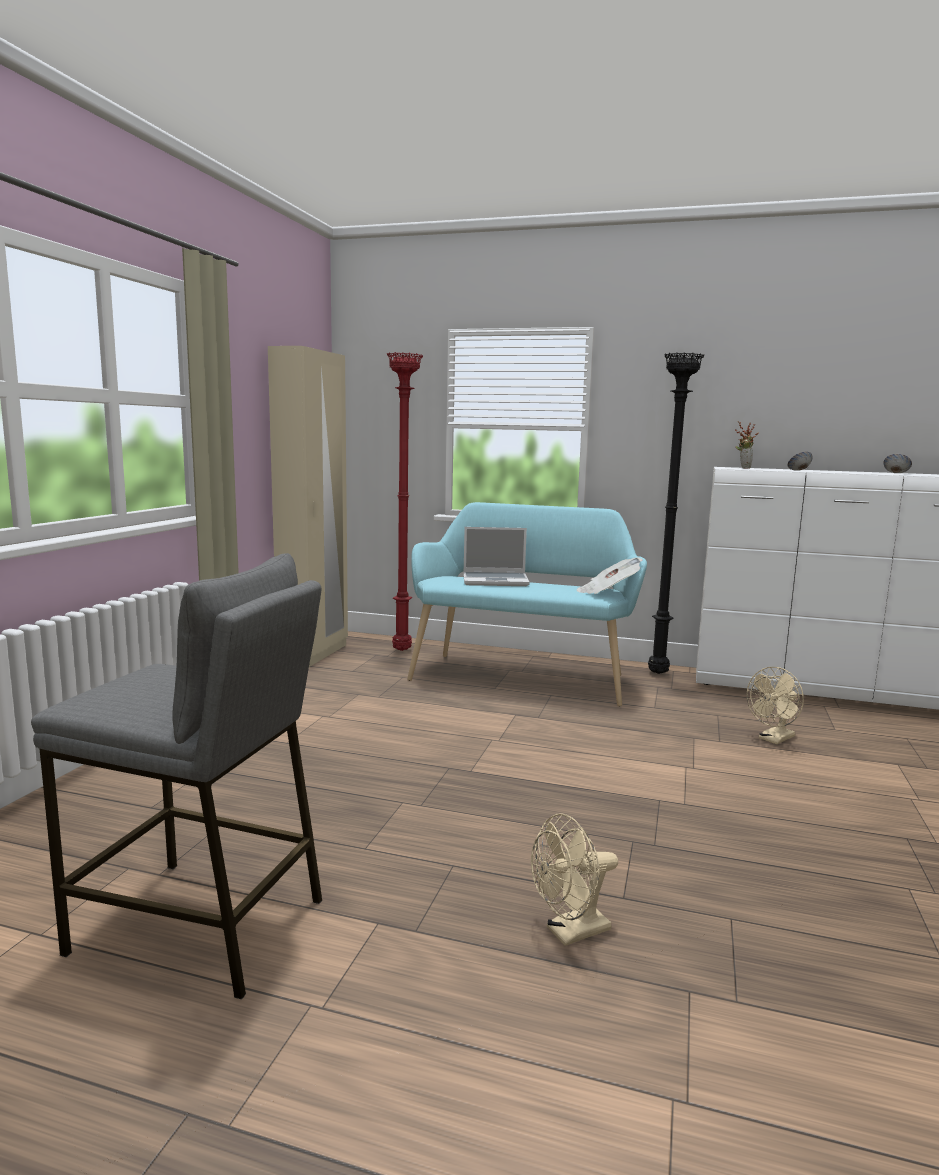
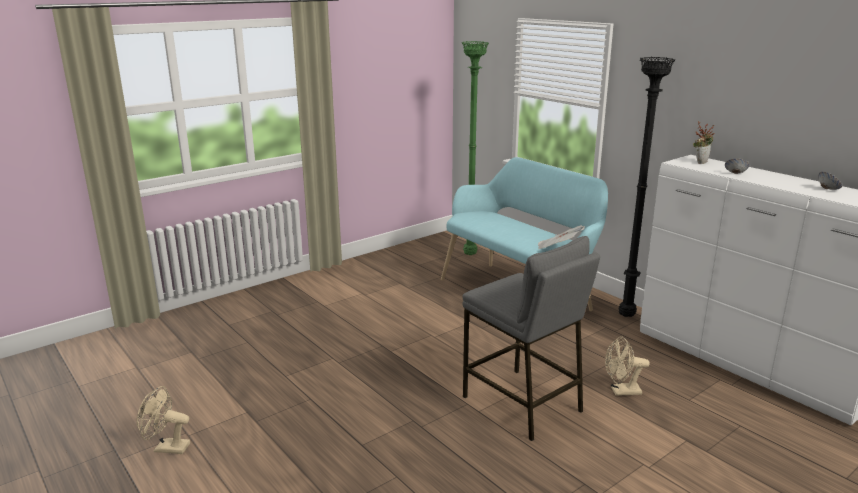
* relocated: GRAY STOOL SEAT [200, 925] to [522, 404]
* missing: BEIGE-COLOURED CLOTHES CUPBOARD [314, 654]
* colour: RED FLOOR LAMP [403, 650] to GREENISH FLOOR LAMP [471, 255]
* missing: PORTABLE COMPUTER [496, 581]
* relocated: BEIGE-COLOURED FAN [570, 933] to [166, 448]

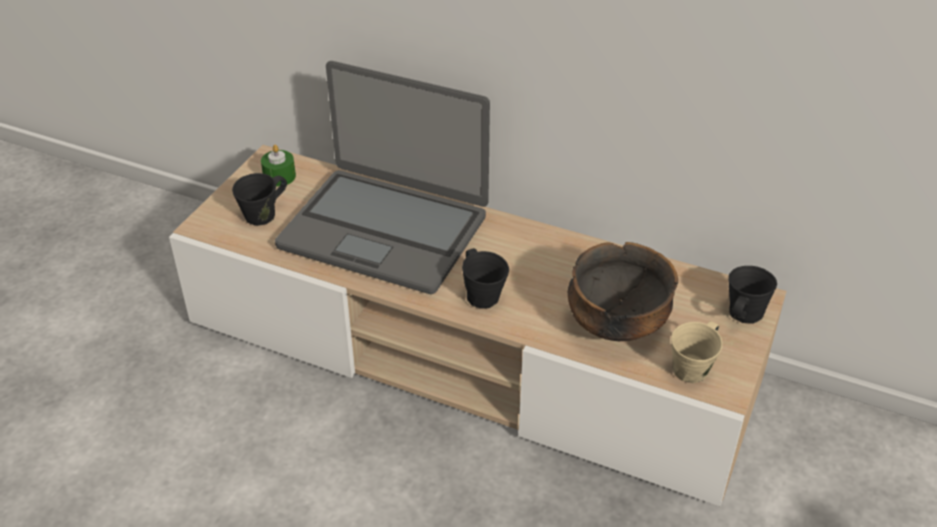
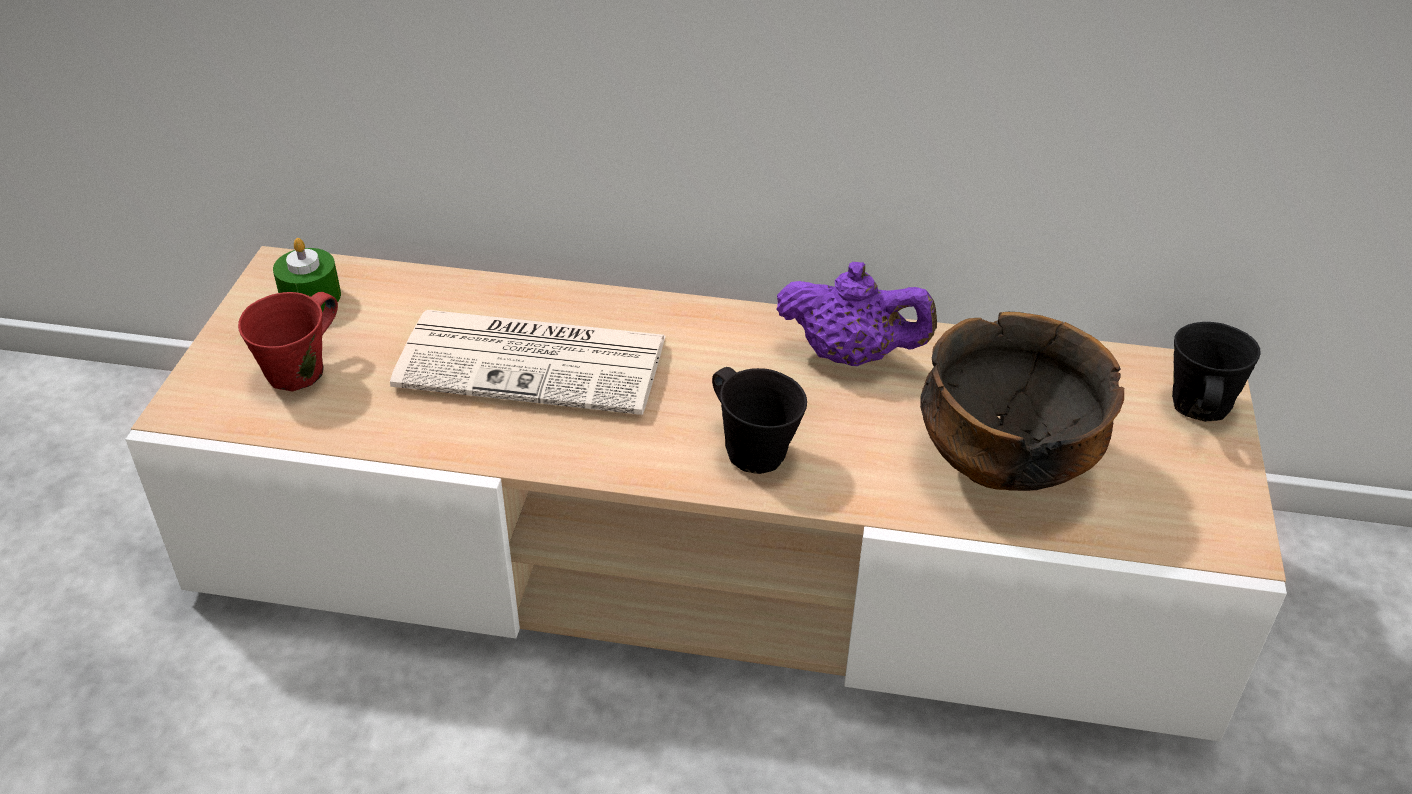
* colour: BLACK TEA MUG [262, 216] to RED TEA MUG [299, 371]
* exchanged: PORTABLE COMPUTER [385, 230] to PRINTED PAPER [536, 362]
* missing: BEIGE-COLOURED TEA MUG [692, 369]
* appeared: PURPLE-COLOURED TEA POT [851, 356]

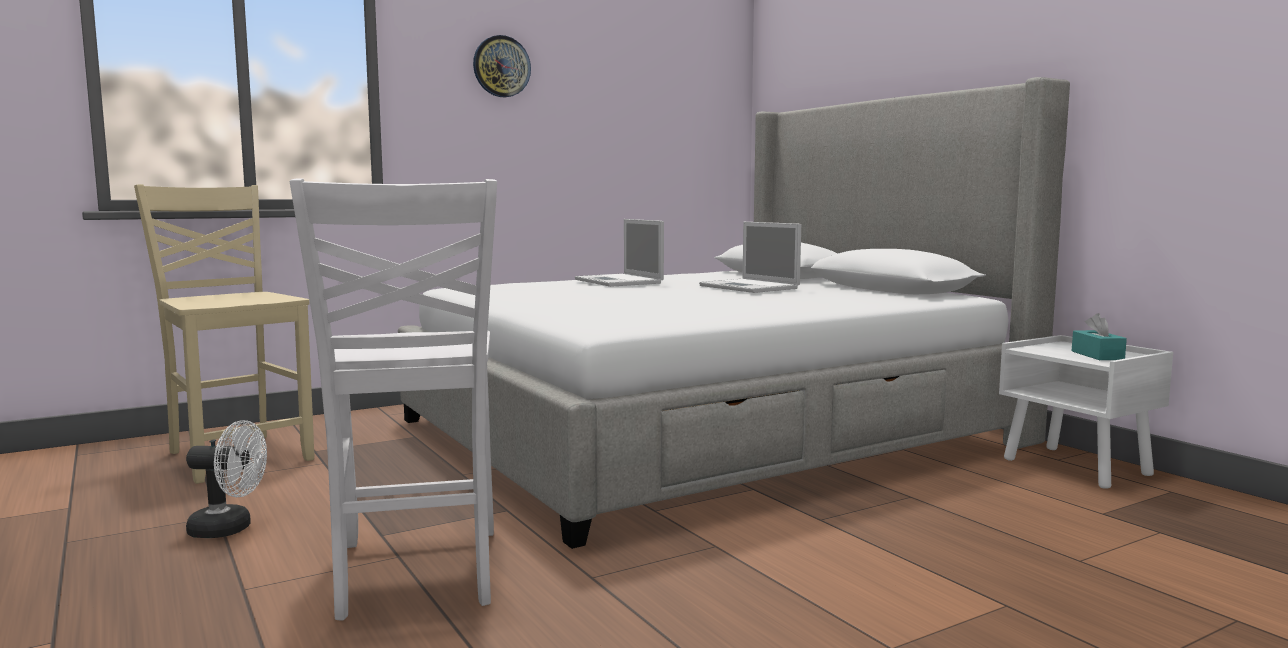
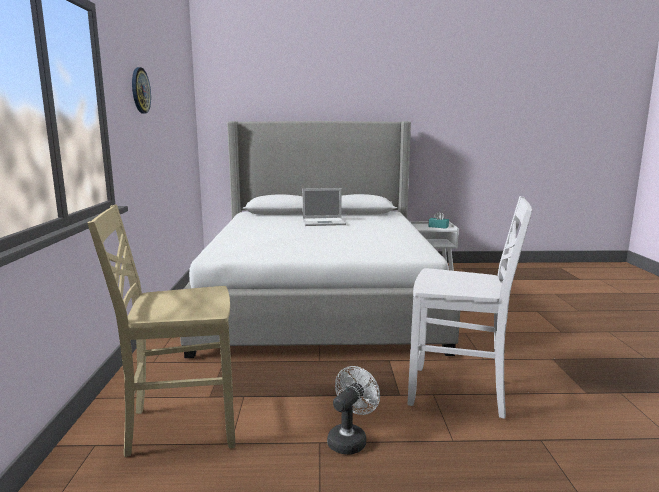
* missing: PORTABLE COMPUTER [619, 281]

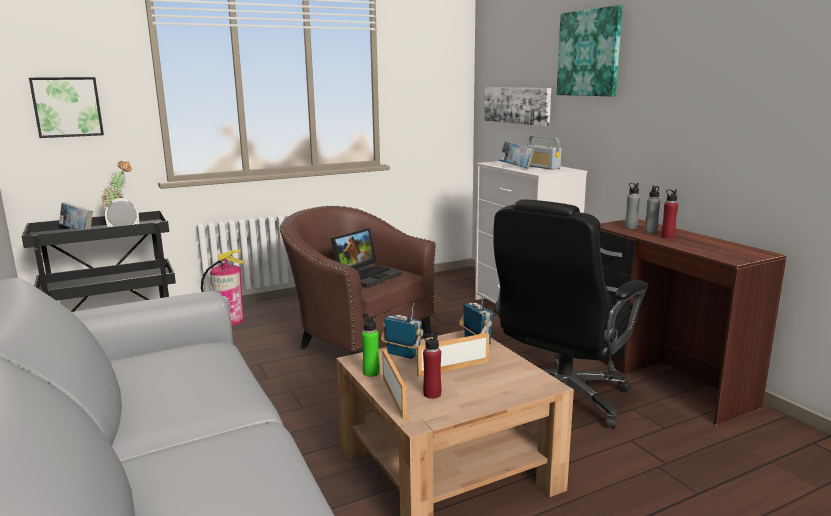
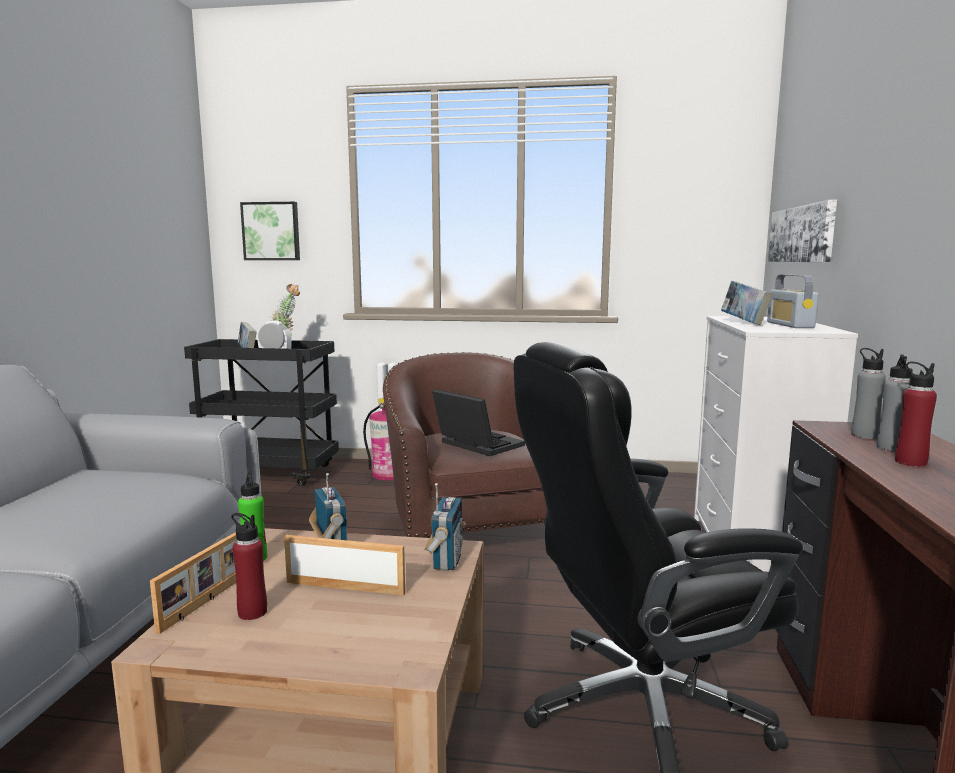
* spun: PORTABLE COMPUTER [367, 275] = [475, 445] 120 degrees counterclockwise
* missing: WALL PICTURE [589, 53]

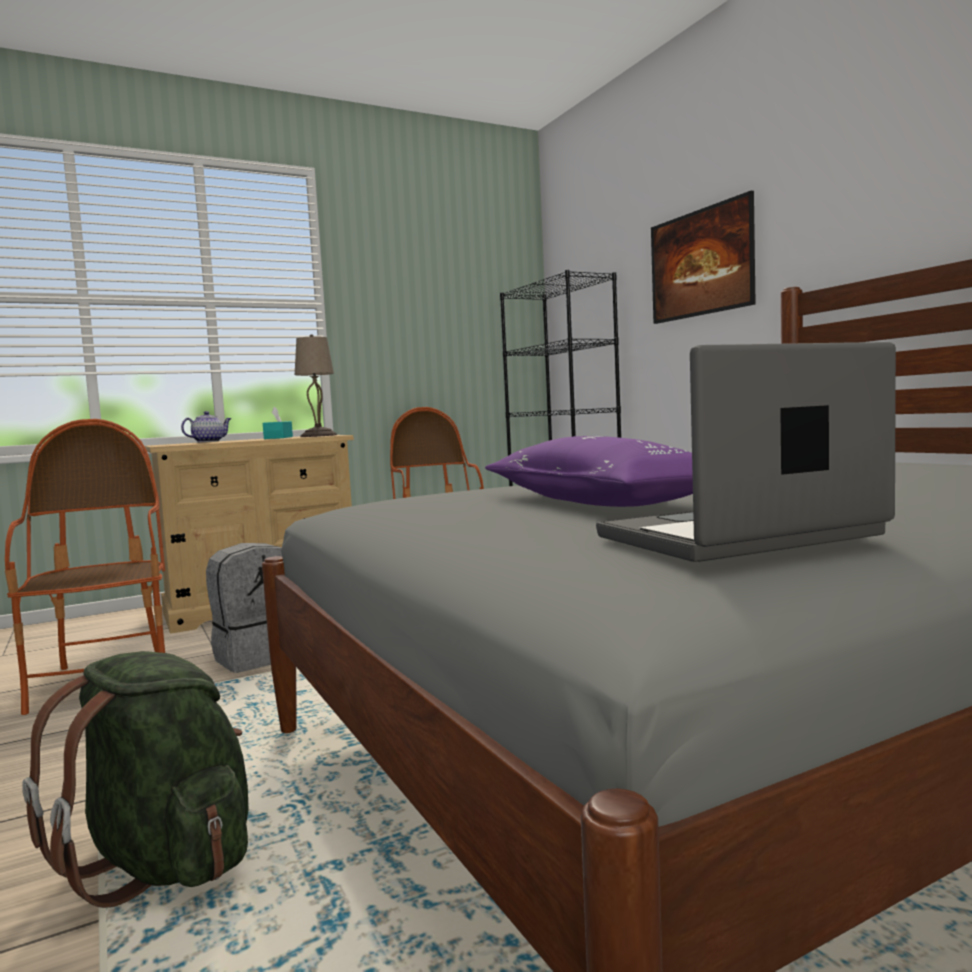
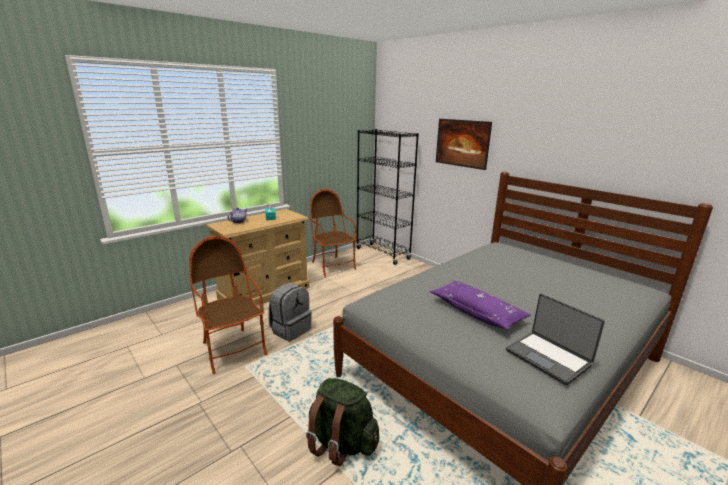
* missing: BEIGE-COLOURED TABLE LAMP [319, 436]
* spun: PORTABLE COMPUTER [740, 537] = [548, 357] 90 degrees counterclockwise

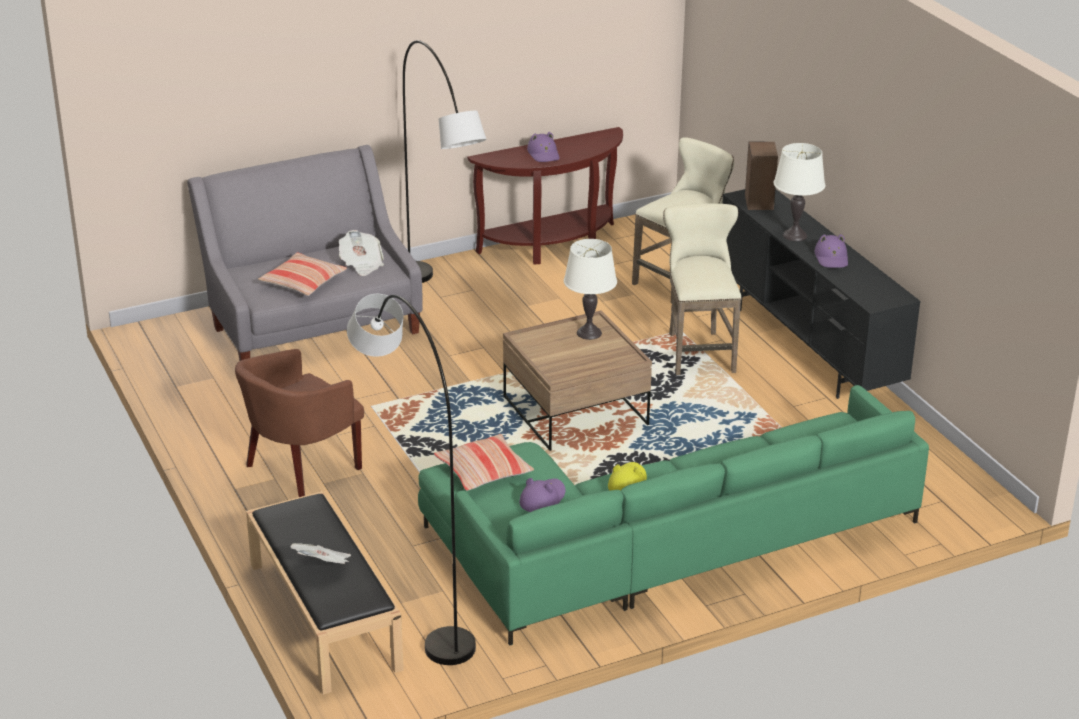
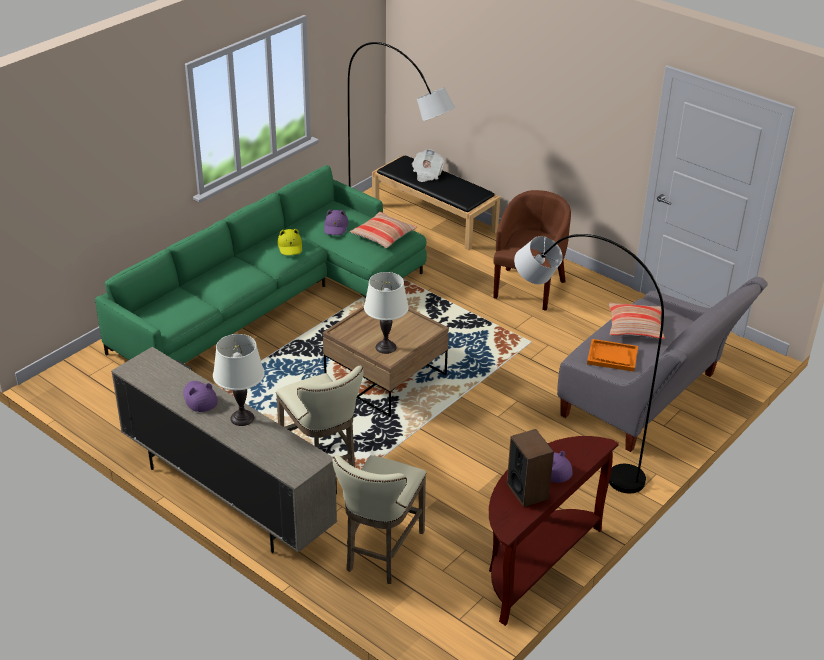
* exchanged: PRINTED PAPER [361, 264] to ORANGEY SERVING TRAY [612, 356]
* colour: BLACK MEDIA CONSOLE [808, 348] to BEIGE-COLOURED MEDIA CONSOLE [226, 496]
* relocated: AUDIO SPEAKER [758, 202] to [527, 491]

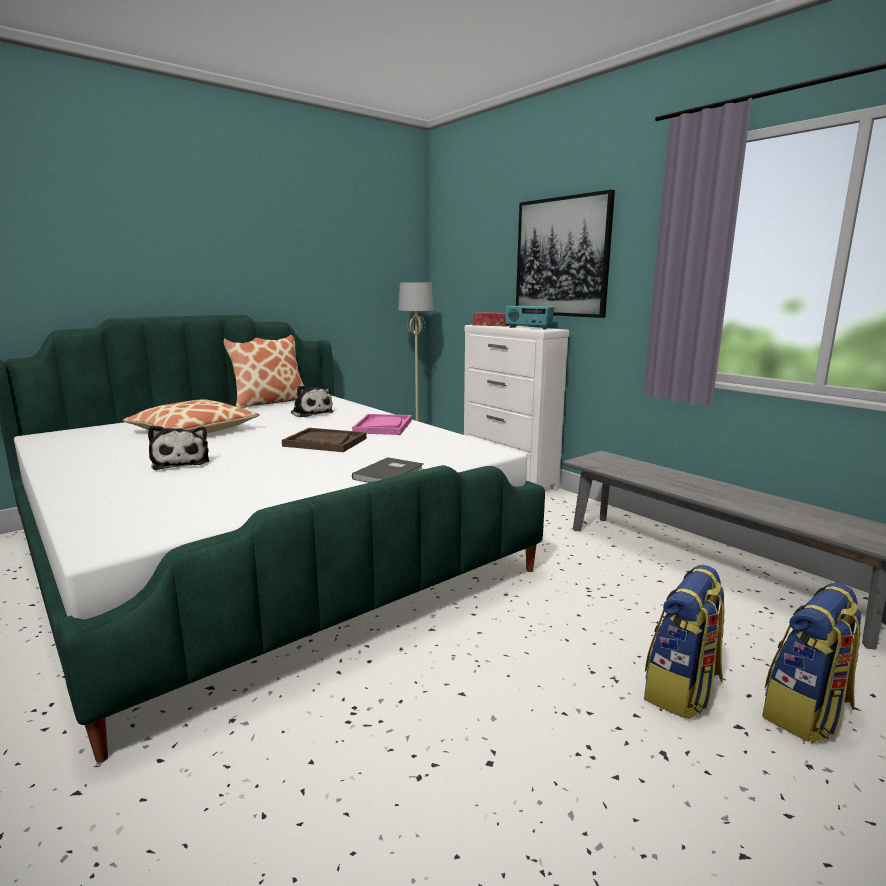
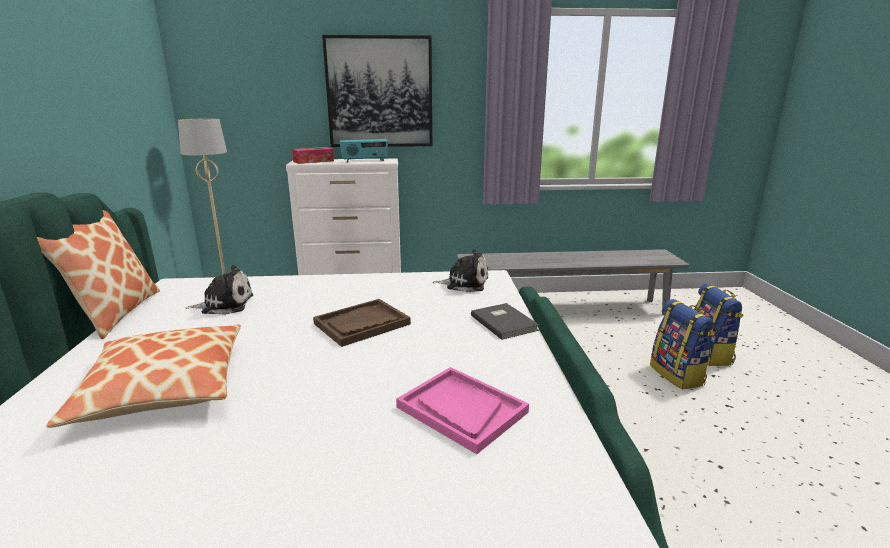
* relocated: SOFT TOY [181, 462] to [464, 283]
* relocated: PINKISH SERVING TRAY [383, 426] to [461, 410]

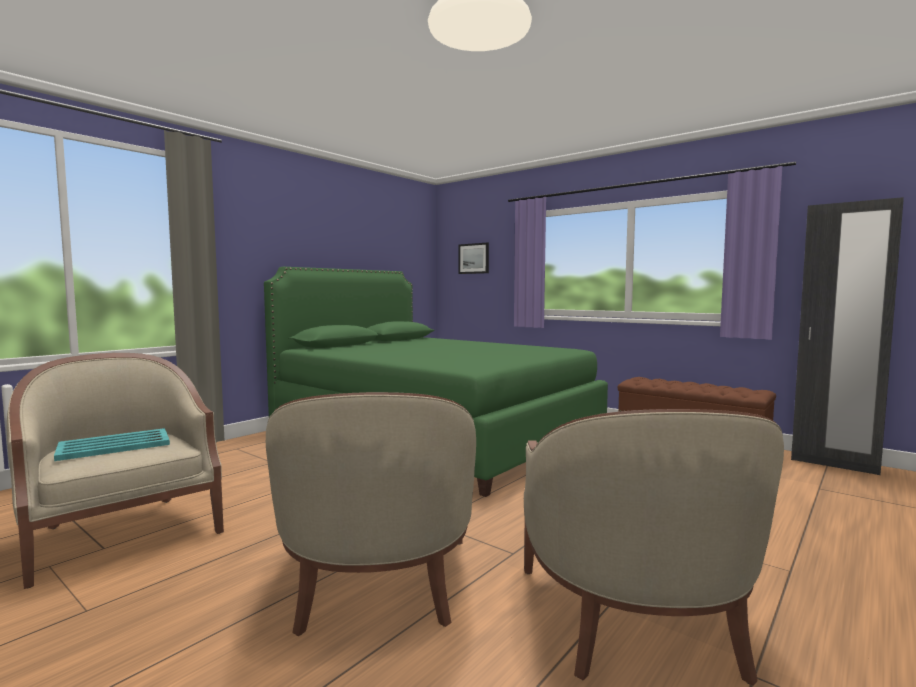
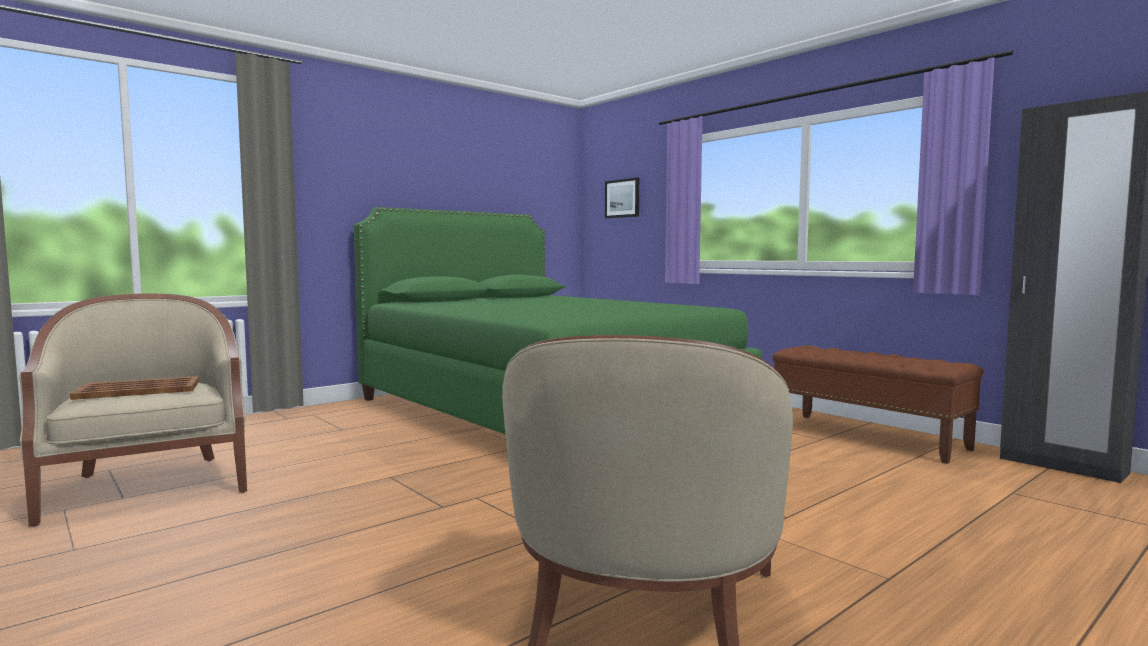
* colour: BLUE-GREEN SERVING TRAY [115, 445] to BROWNISH SERVING TRAY [140, 389]
* missing: BEIGE-COLOURED ARMCHAIR [376, 582]

